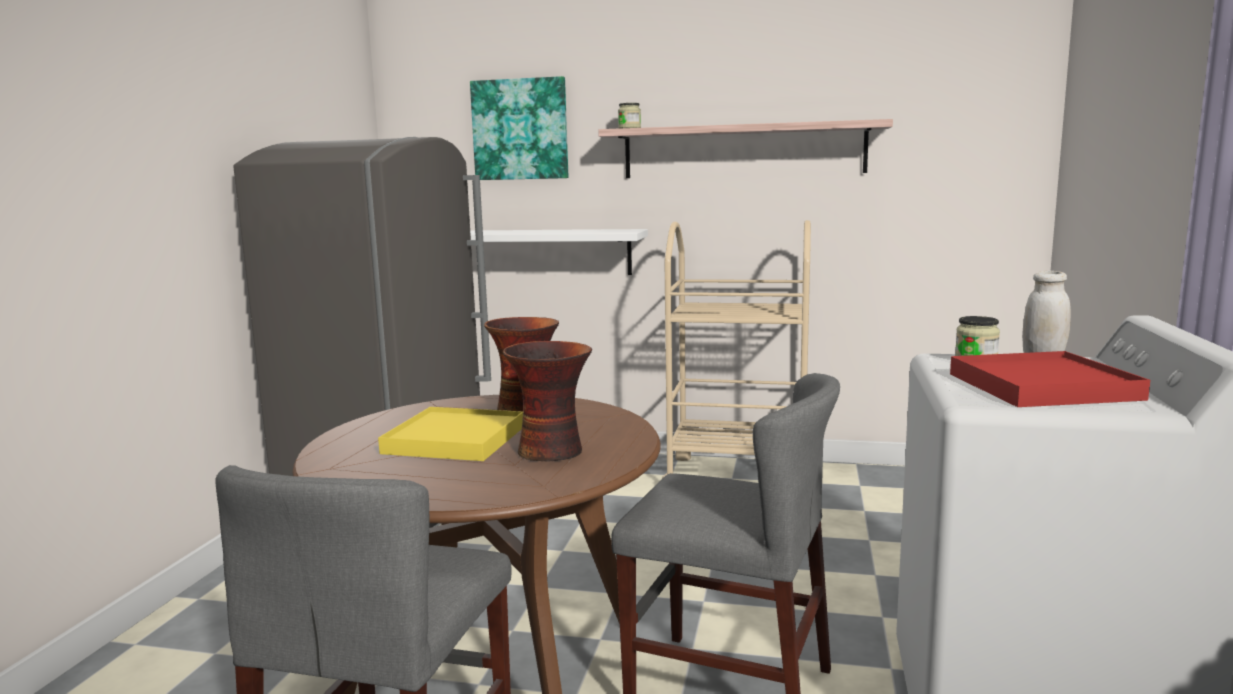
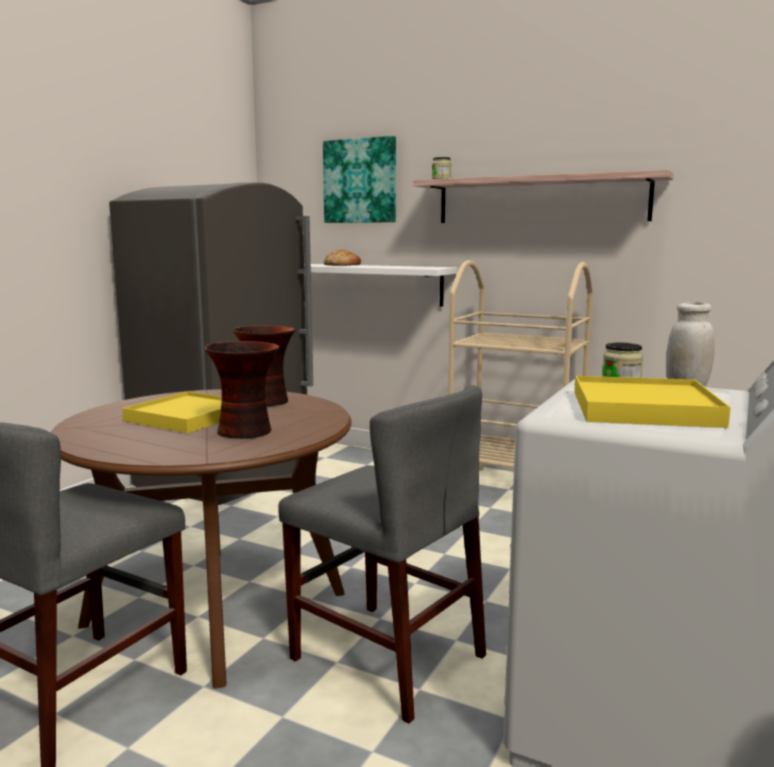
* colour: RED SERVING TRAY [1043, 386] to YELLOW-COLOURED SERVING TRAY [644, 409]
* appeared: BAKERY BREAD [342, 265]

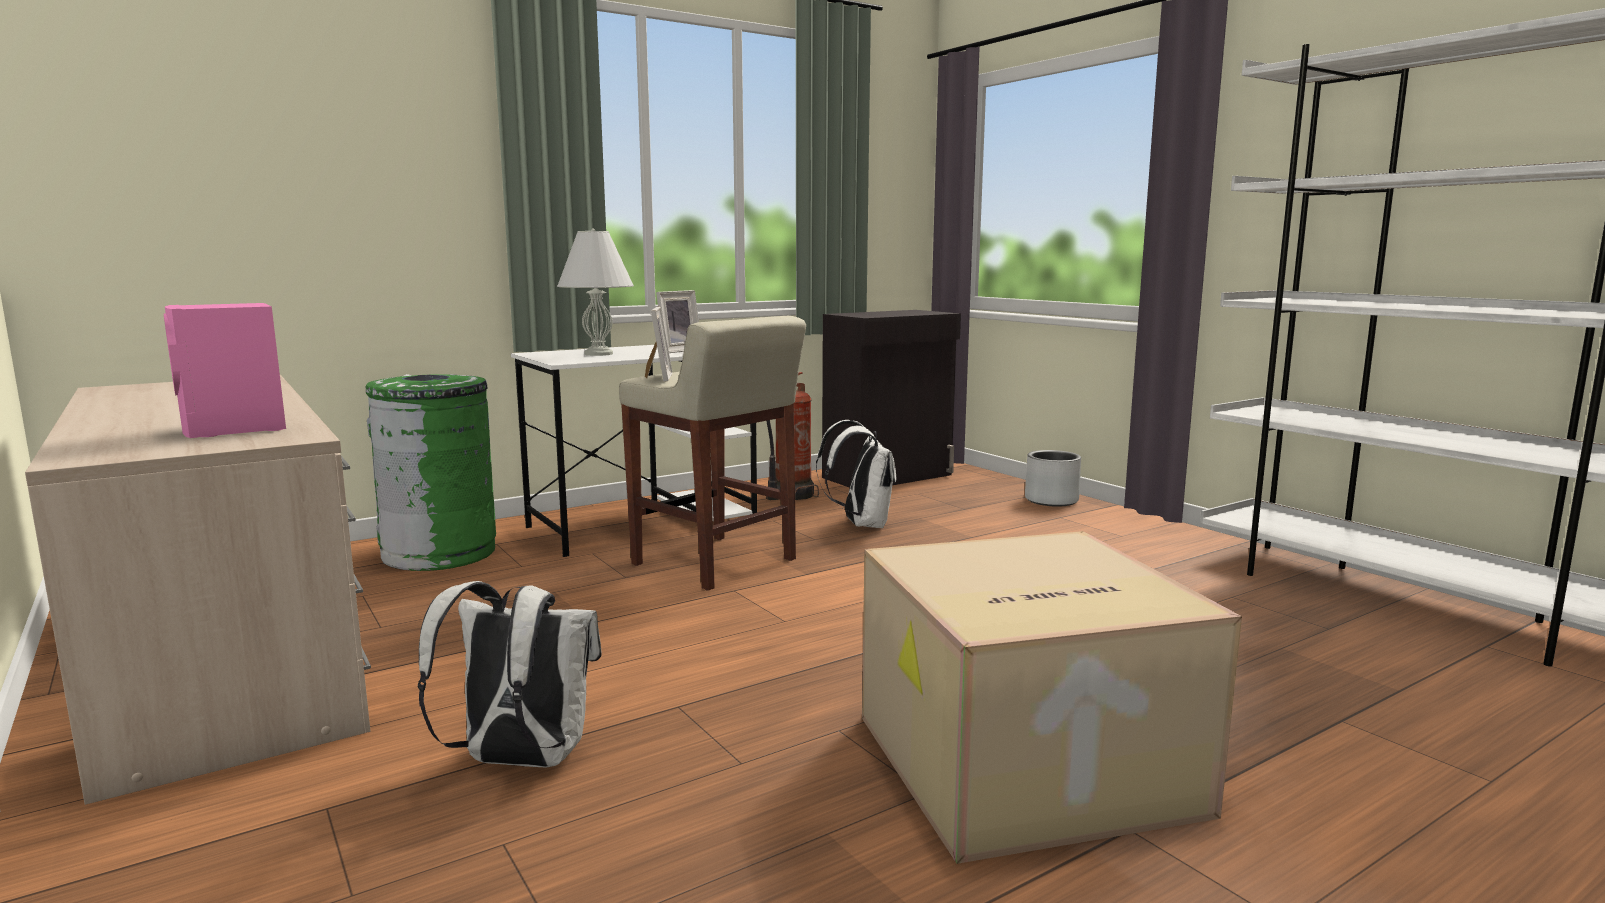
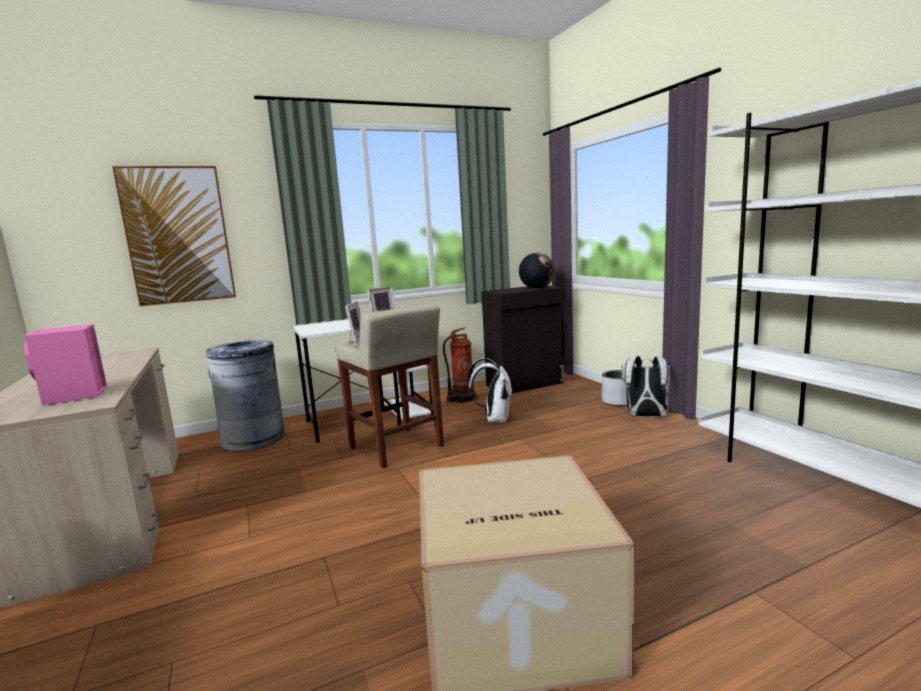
* colour: GREENISH WASTE BIN [440, 553] to GRAY WASTE BIN [253, 439]
* relocated: WHITISH RUCKSACK [520, 761] to [646, 416]
* missing: WHITISH TABLE LAMP [598, 354]
* appeared: WALL PICTURE [178, 235]
* appeared: WORLD GLOBE [537, 288]

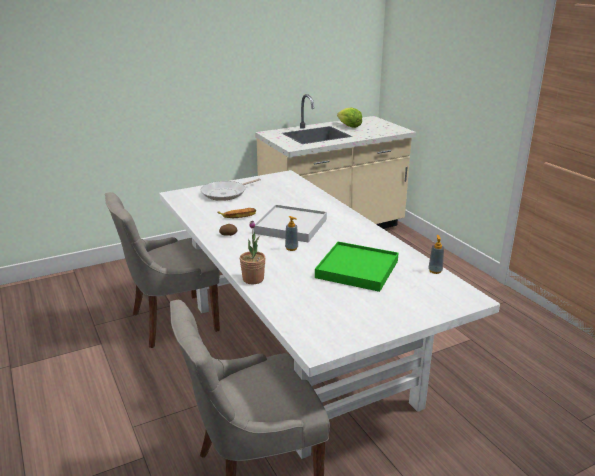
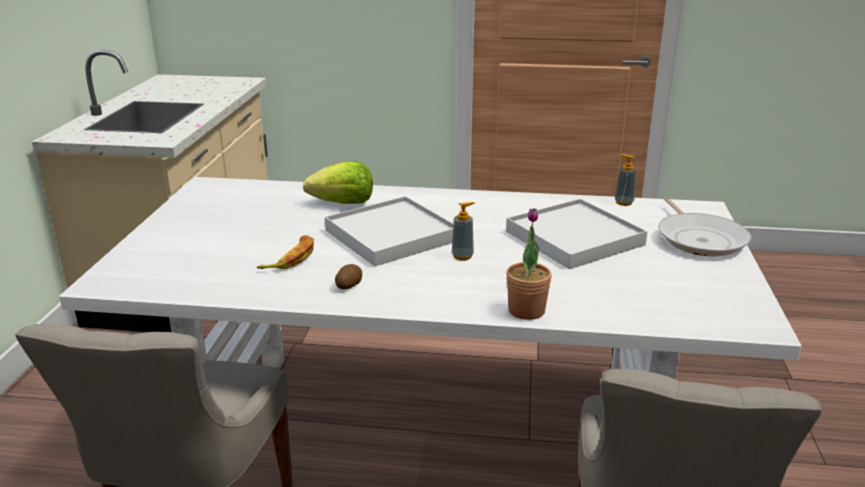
* relocated: PAN [226, 193] to [699, 238]
* colour: GREENISH SERVING TRAY [357, 269] to WHITISH SERVING TRAY [574, 238]
* relocated: LETTUCE HEAD [349, 126] to [343, 203]

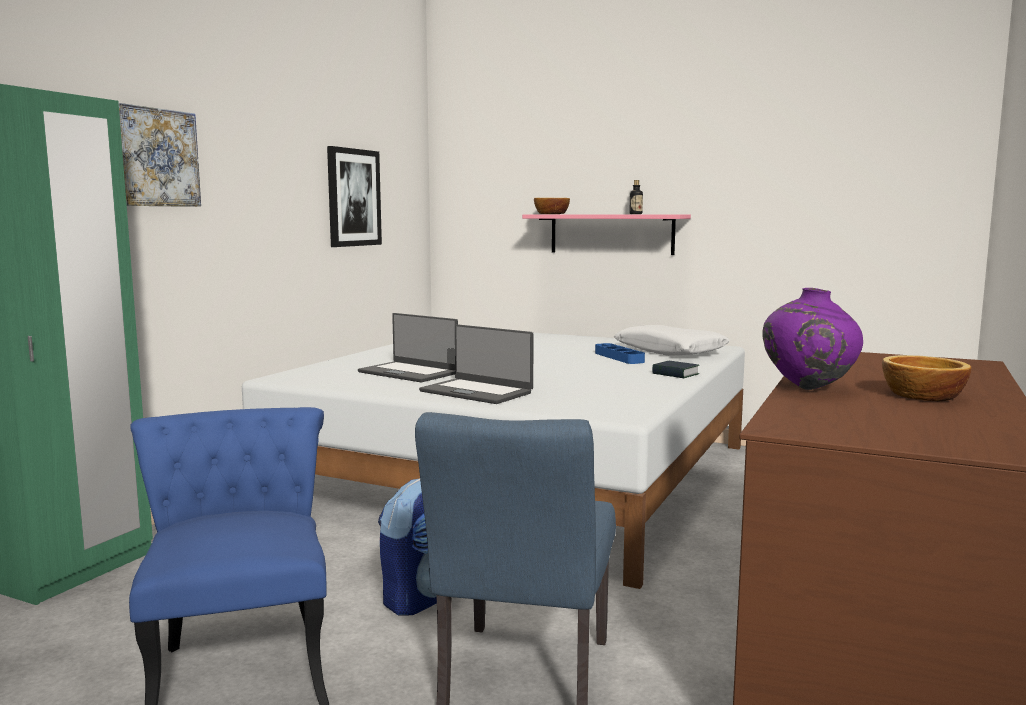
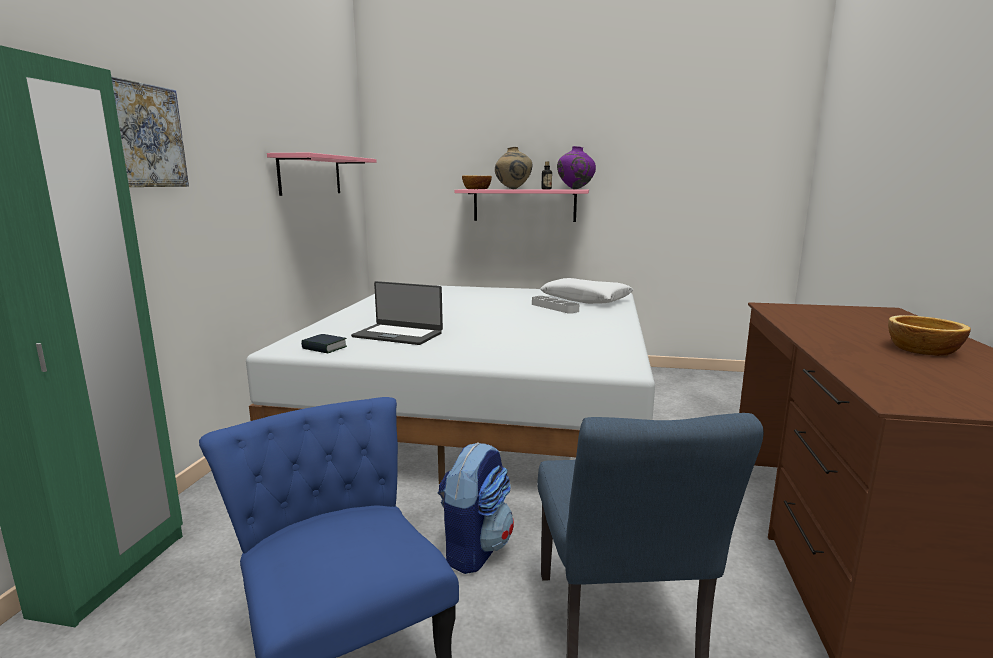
* exchanged: WALL PICTURE [353, 197] to PINKISH WALL SHELF [310, 175]
* missing: PORTABLE COMPUTER [477, 392]
* colour: BLUE-COLOURED SERVING TRAY [619, 357] to GRAY SERVING TRAY [554, 307]
* relocated: VOLUME [675, 374] to [324, 348]
* relocated: PURPLE-COLOURED FLOWER VASE [808, 389] to [575, 189]
* appeared: BEIGE-COLOURED FLOWER VASE [513, 189]

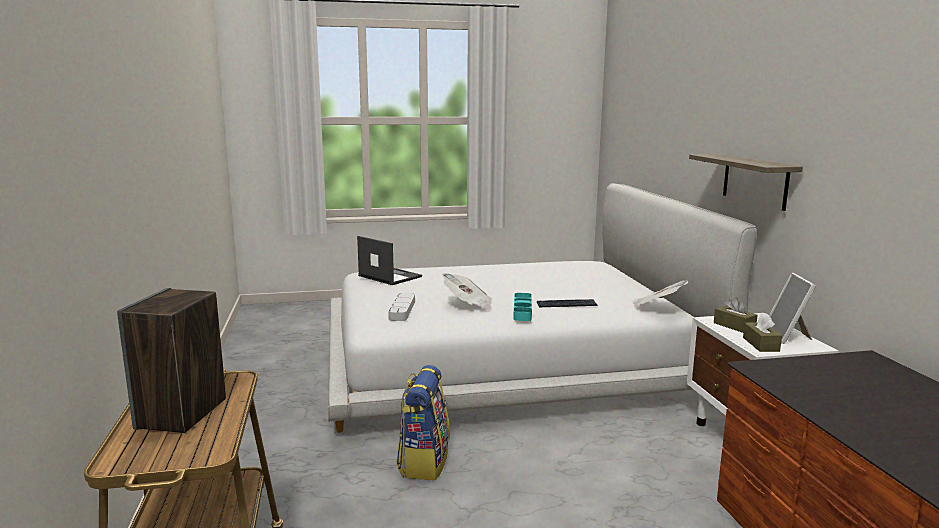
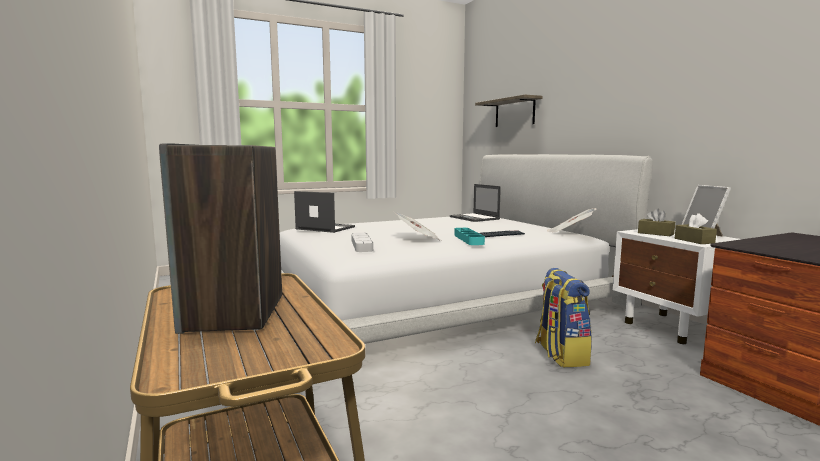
* relocated: RUCKSACK [423, 462] to [560, 355]
* relocated: WALL SHELF [755, 181] to [514, 112]
* appeared: PORTABLE COMPUTER [475, 218]

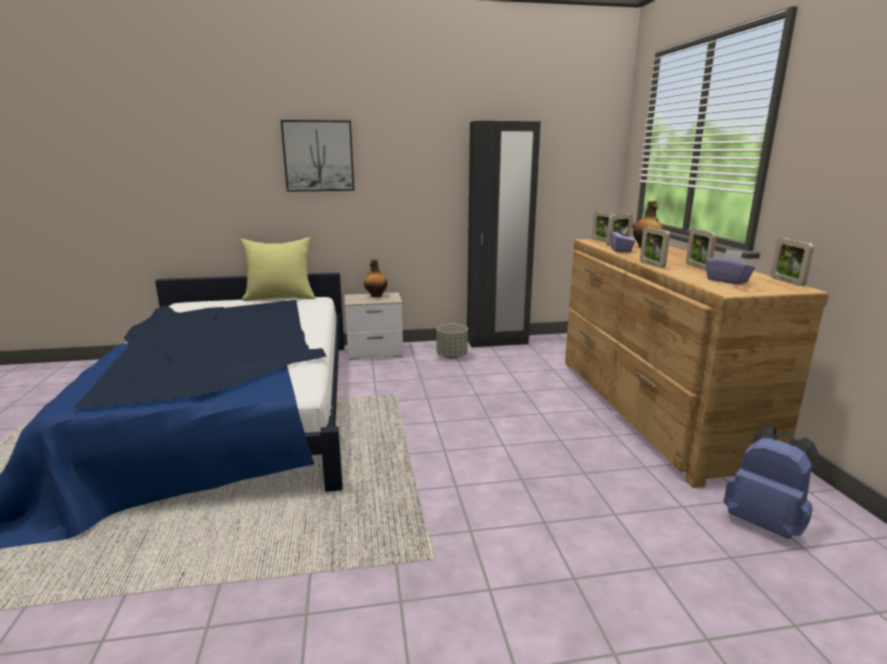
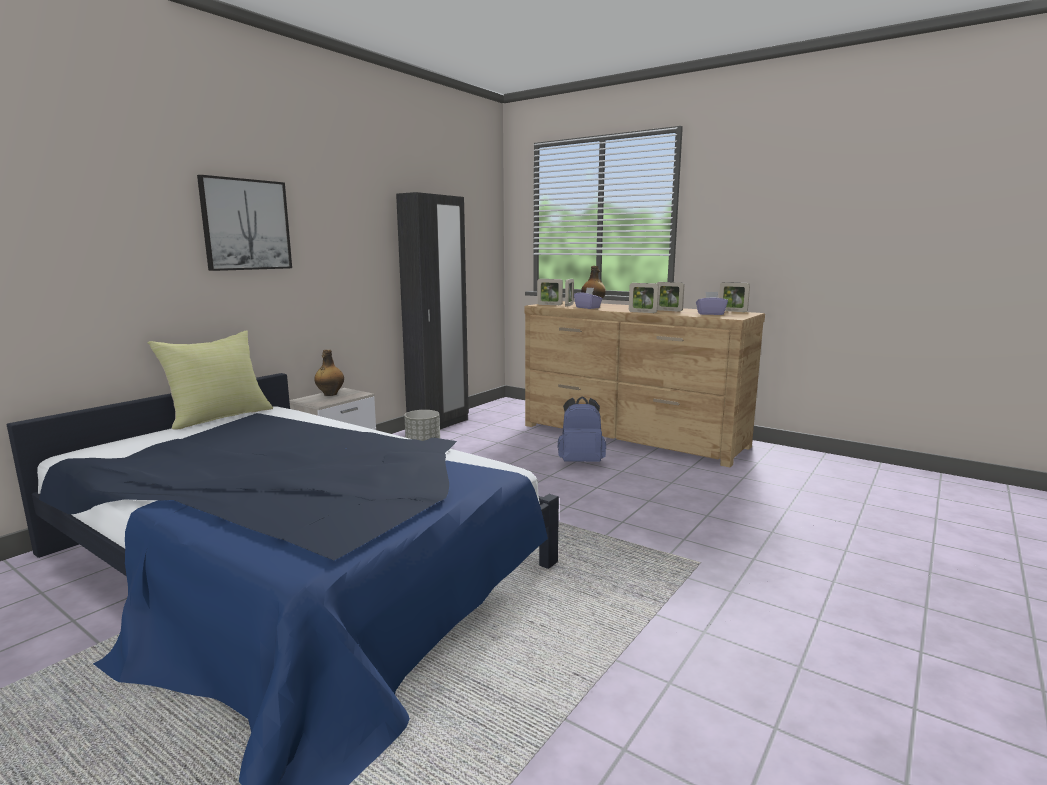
* relocated: BLUE-COLOURED RUCKSACK [765, 522] to [581, 462]

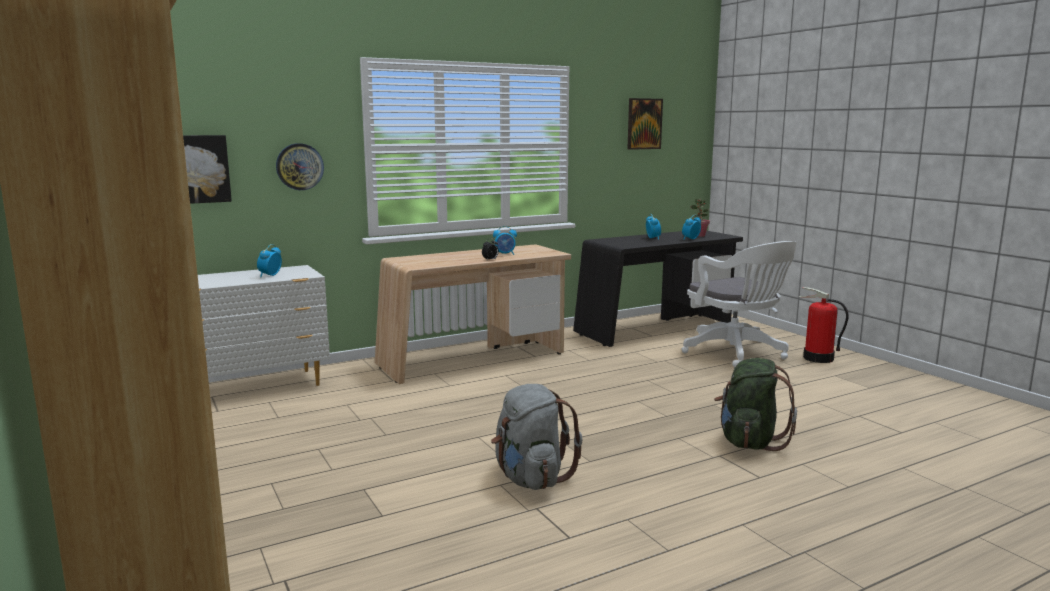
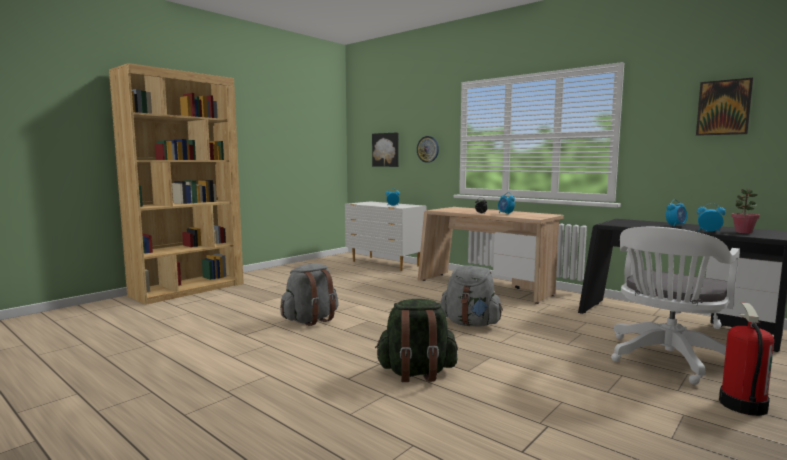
* appeared: GRAY RUCKSACK [471, 324]

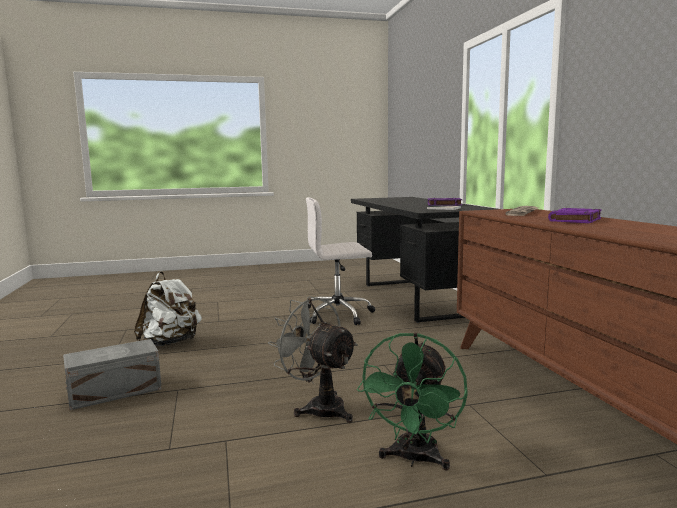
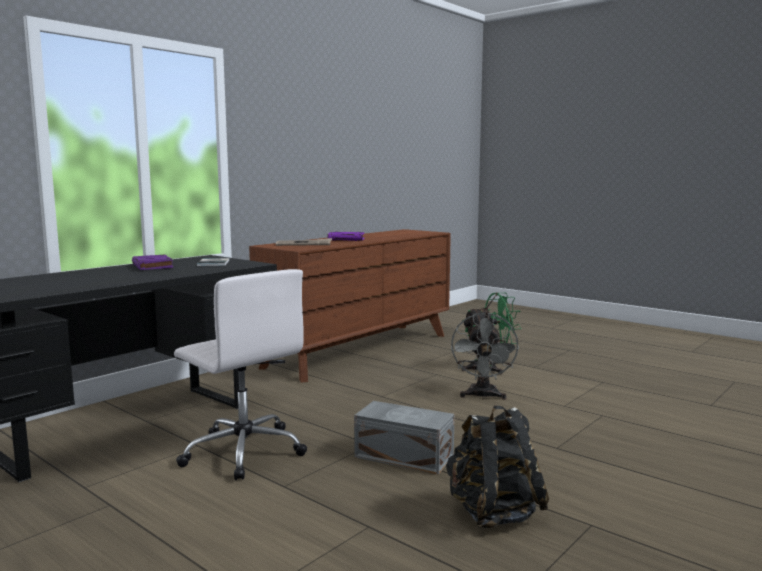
* relocated: GRAY STORAGE BOX [116, 391] to [403, 455]
* colour: WHITISH RUCKSACK [170, 343] to BLACK RUCKSACK [493, 513]

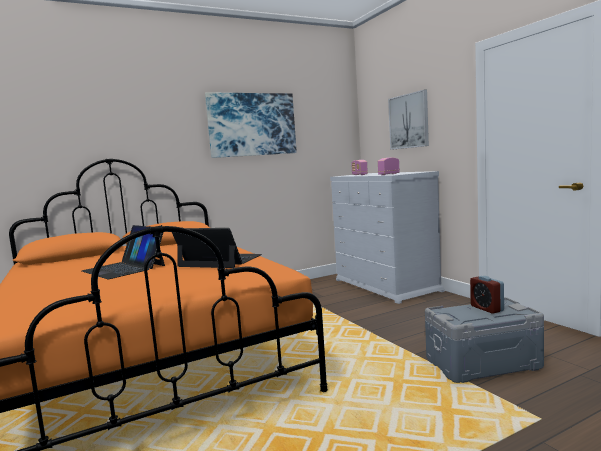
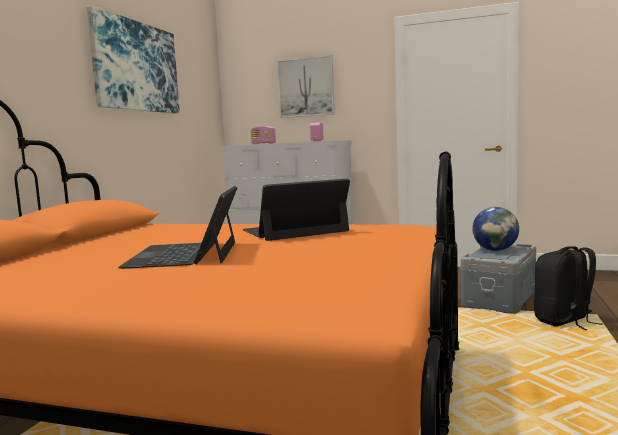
* spun: PORTABLE COMPUTER [124, 268] = [185, 254] 90 degrees clockwise
* exchanged: TABLE CLOCK [487, 308] to WORLD GLOBE [495, 250]
* appeared: BLACK RUCKSACK [564, 321]

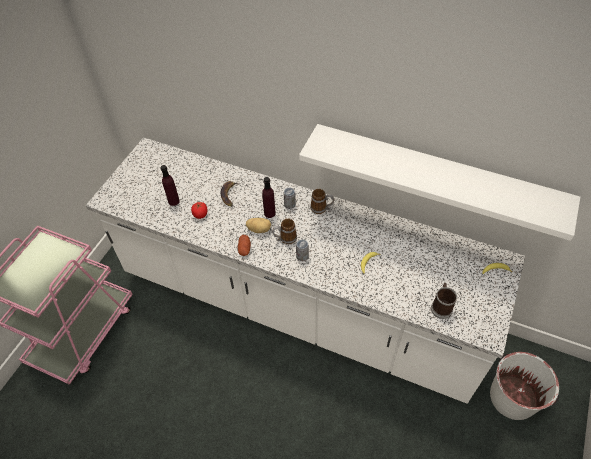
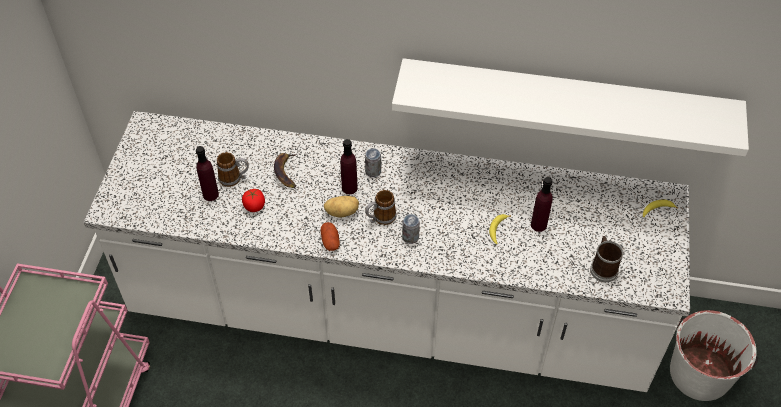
* relocated: TEA MUG [322, 209] to [234, 178]
* appeared: PURPLE-COLOURED DRINK BOTTLE [538, 225]

